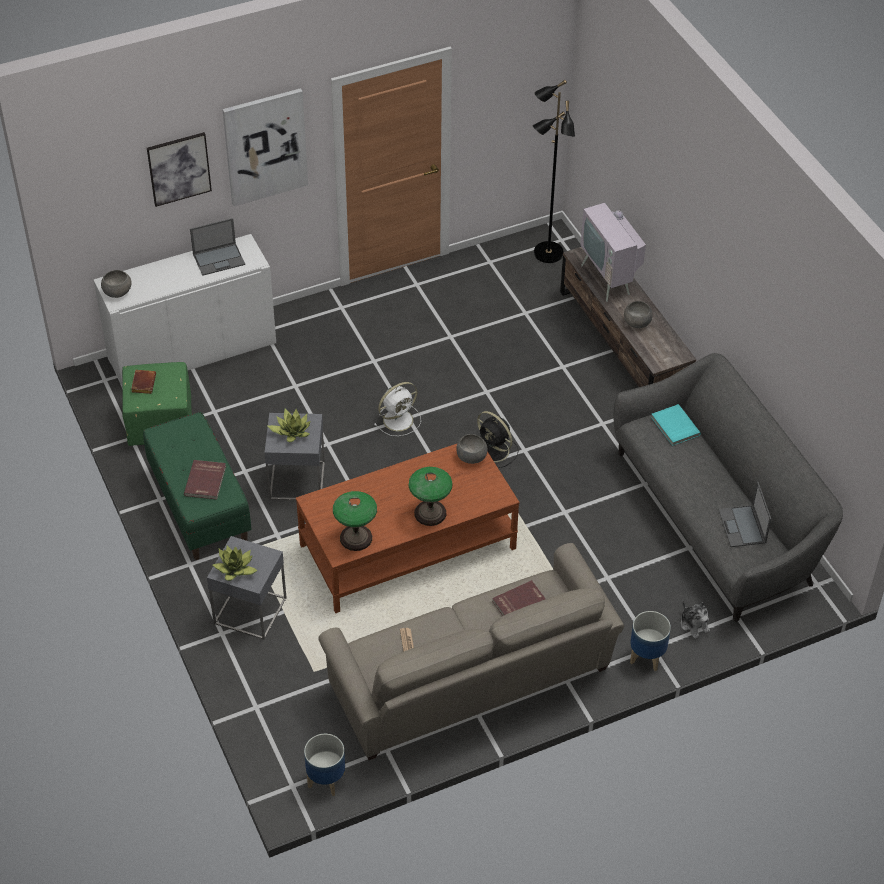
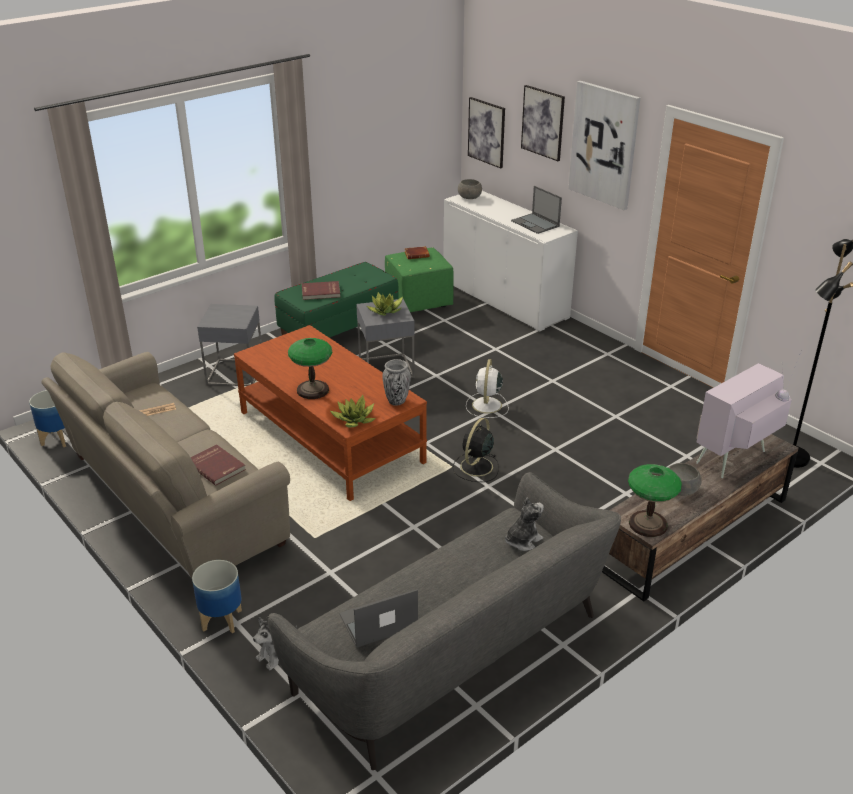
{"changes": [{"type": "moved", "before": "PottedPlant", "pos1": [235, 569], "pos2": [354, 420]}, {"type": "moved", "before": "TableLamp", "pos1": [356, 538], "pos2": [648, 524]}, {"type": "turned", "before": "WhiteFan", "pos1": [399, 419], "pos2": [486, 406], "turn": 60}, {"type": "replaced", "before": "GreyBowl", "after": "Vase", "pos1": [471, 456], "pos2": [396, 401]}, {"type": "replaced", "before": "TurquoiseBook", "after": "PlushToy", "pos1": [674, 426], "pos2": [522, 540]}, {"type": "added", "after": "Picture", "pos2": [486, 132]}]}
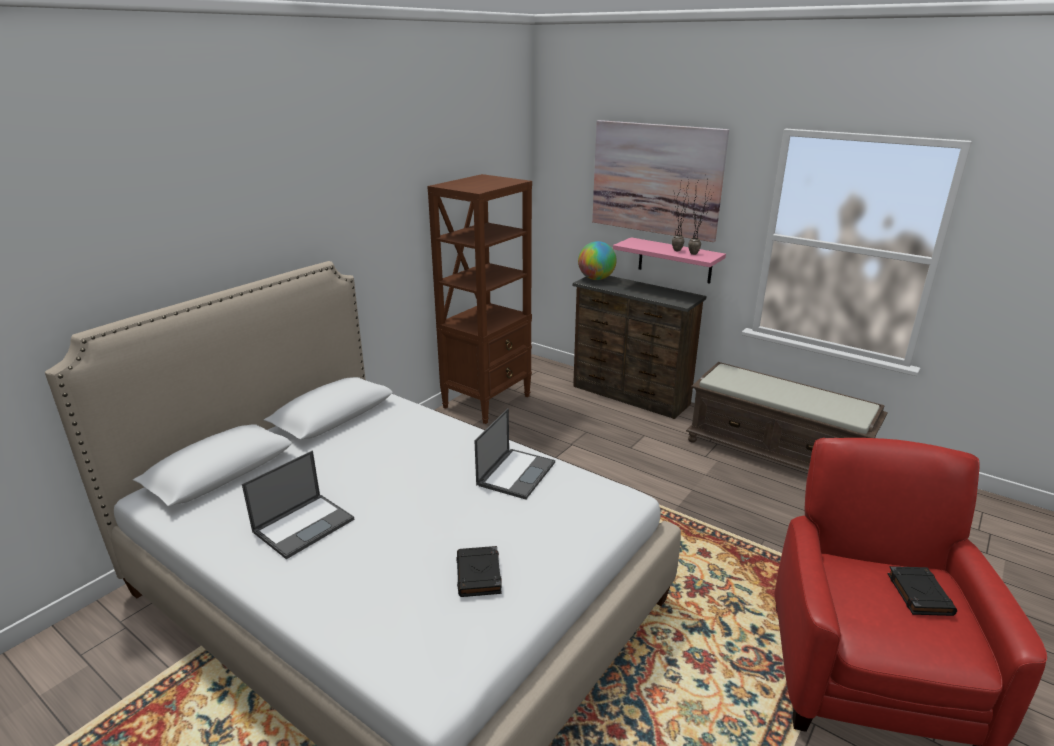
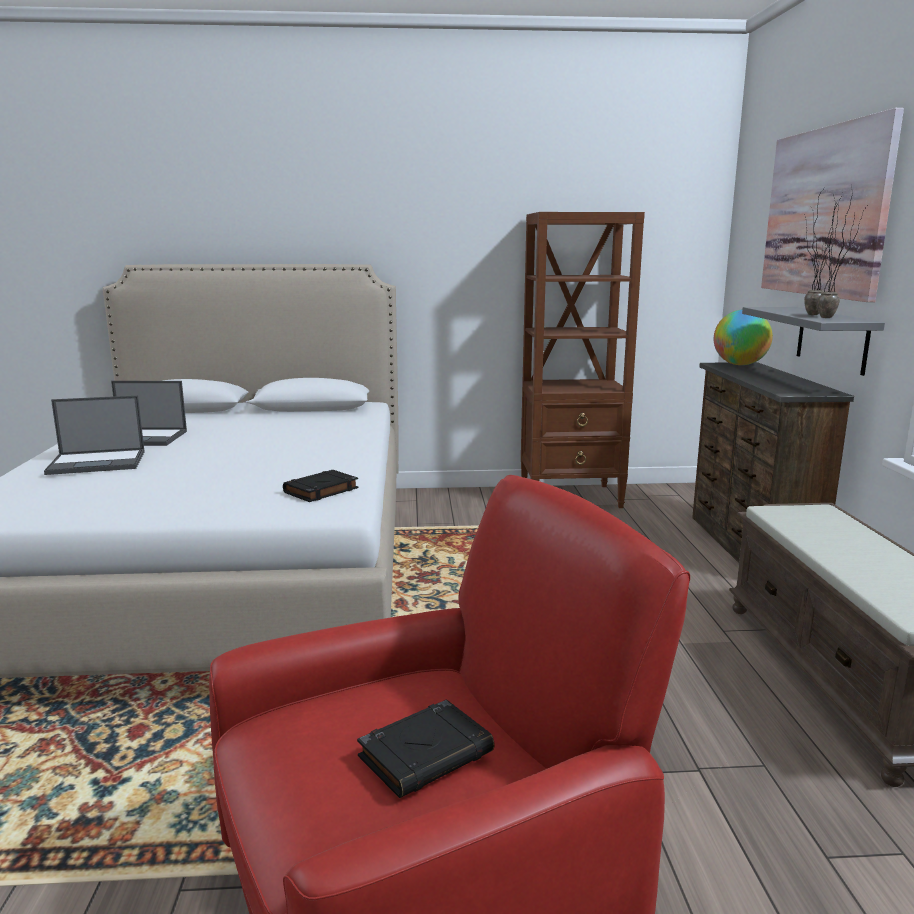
{"changes": [{"type": "moved", "before": "BlackBook", "pos1": [479, 575], "pos2": [320, 491]}, {"type": "moved", "before": "Laptop", "pos1": [516, 473], "pos2": [98, 462]}, {"type": "recoloured", "before": "PinkShelf", "after": "GreyShelf", "pos1": [675, 260], "pos2": [832, 339]}]}
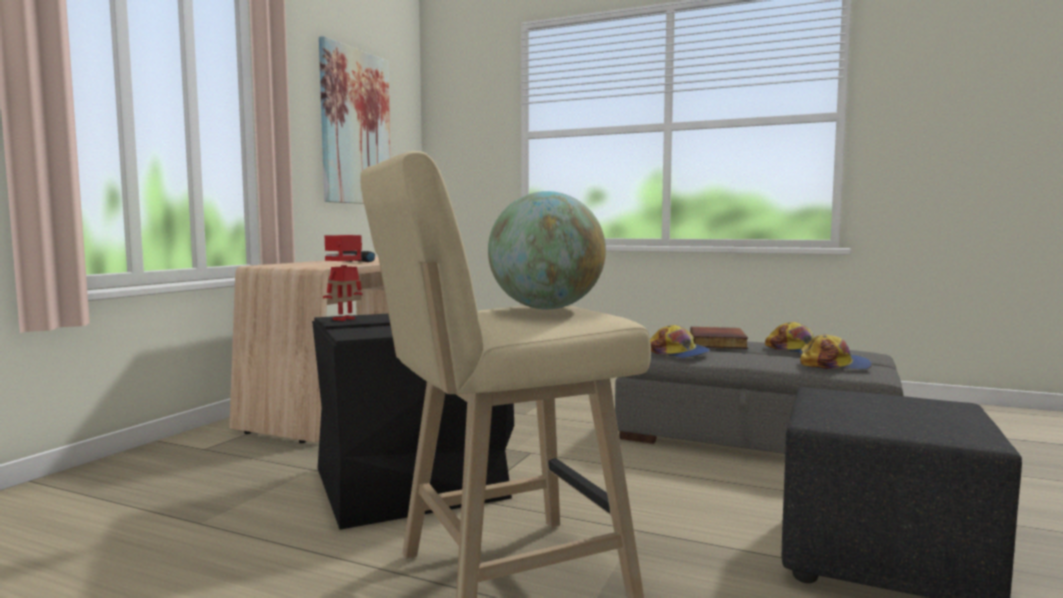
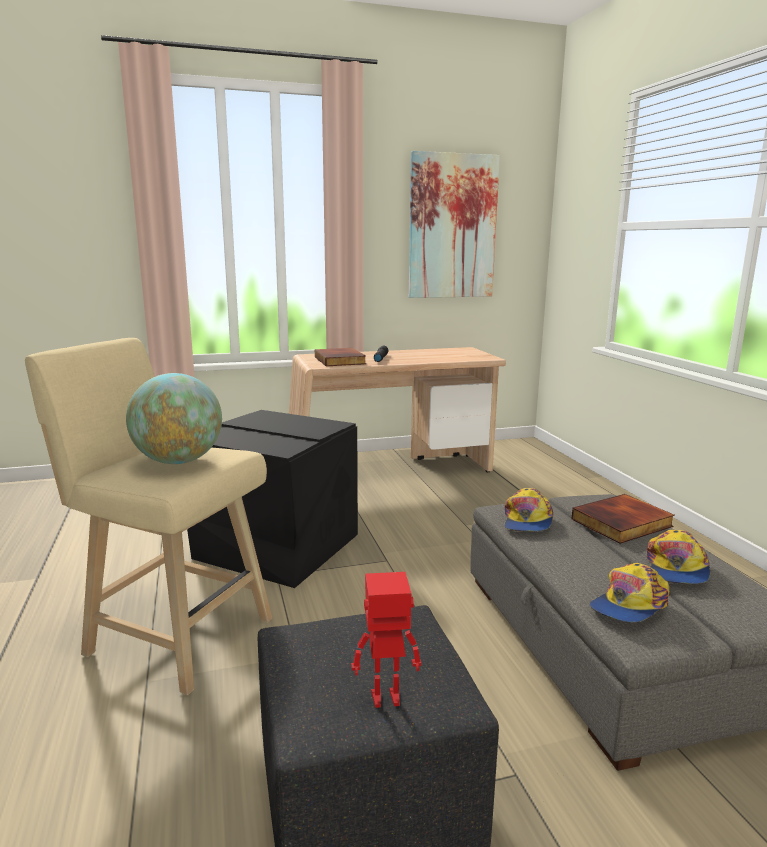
{"changes": [{"type": "moved", "before": "ToyRobot", "pos1": [345, 319], "pos2": [386, 700]}, {"type": "turned", "before": "Cap", "pos1": [834, 364], "pos2": [629, 604], "turn": 75}, {"type": "added", "after": "Book", "pos2": [341, 360]}]}
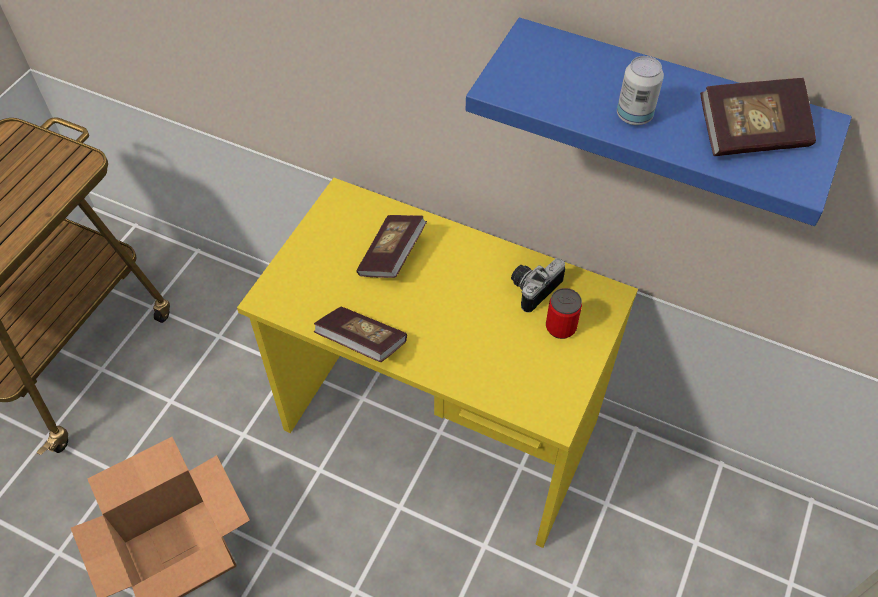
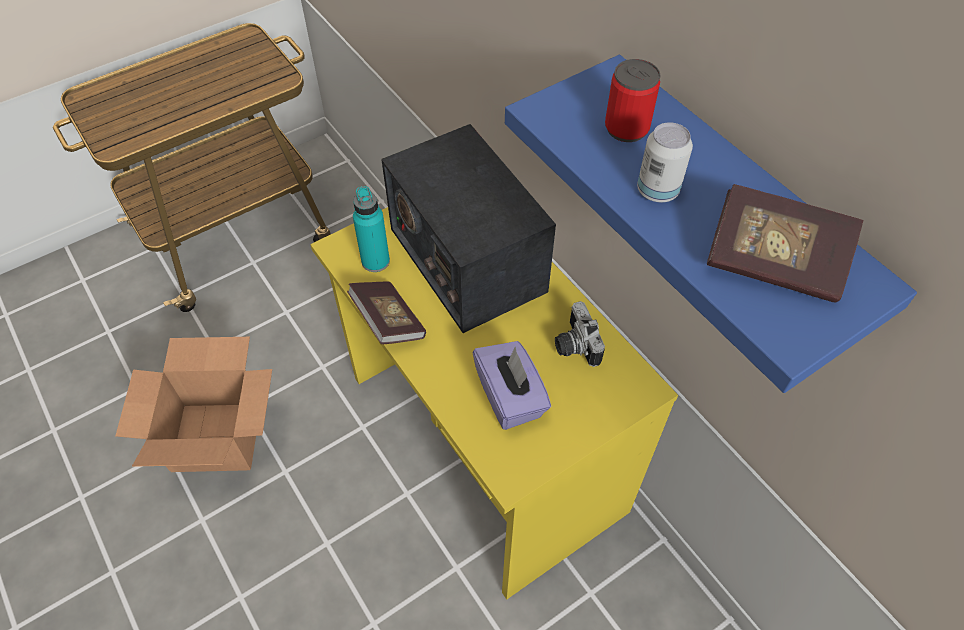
{"changes": [{"type": "replaced", "before": "Book", "after": "Radio", "pos1": [392, 256], "pos2": [466, 259]}, {"type": "turned", "before": "PhotoCamera", "pos1": [532, 287], "pos2": [574, 345], "turn": -90}, {"type": "moved", "before": "Can", "pos1": [560, 327], "pos2": [626, 128]}, {"type": "added", "after": "TurquoiseBottle", "pos2": [375, 261]}, {"type": "added", "after": "PurpleTissueBox", "pos2": [510, 397]}]}
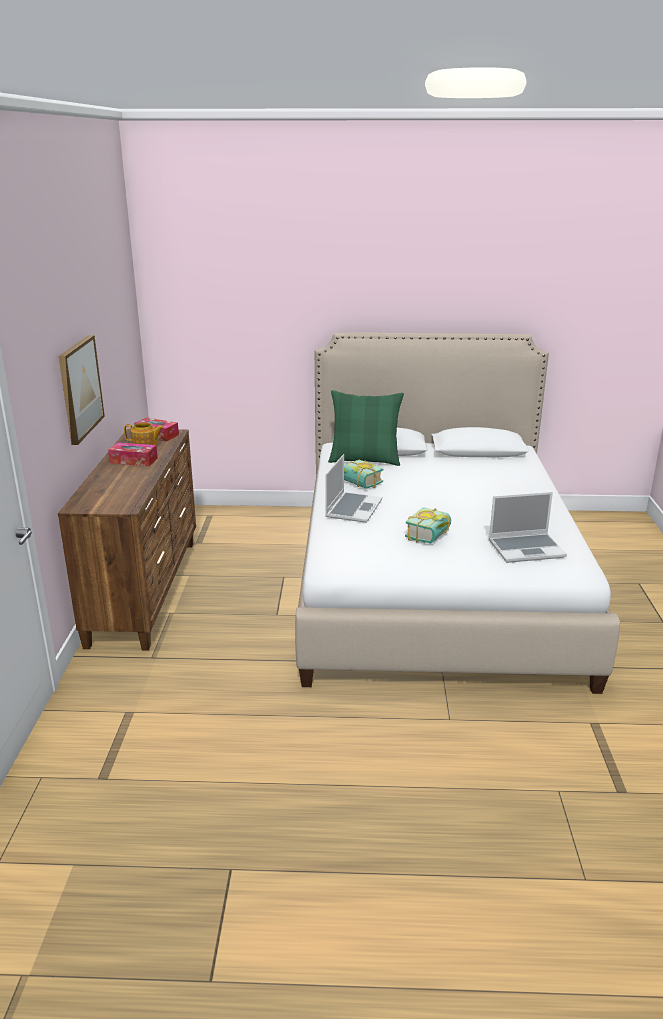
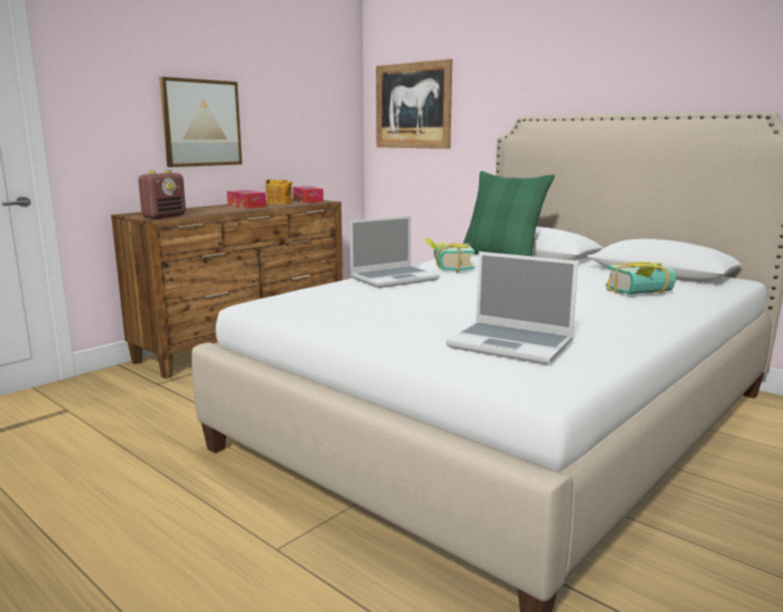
{"changes": [{"type": "moved", "before": "Book", "pos1": [432, 536], "pos2": [642, 293]}, {"type": "added", "after": "Radio", "pos2": [164, 216]}, {"type": "added", "after": "Picture", "pos2": [413, 106]}]}
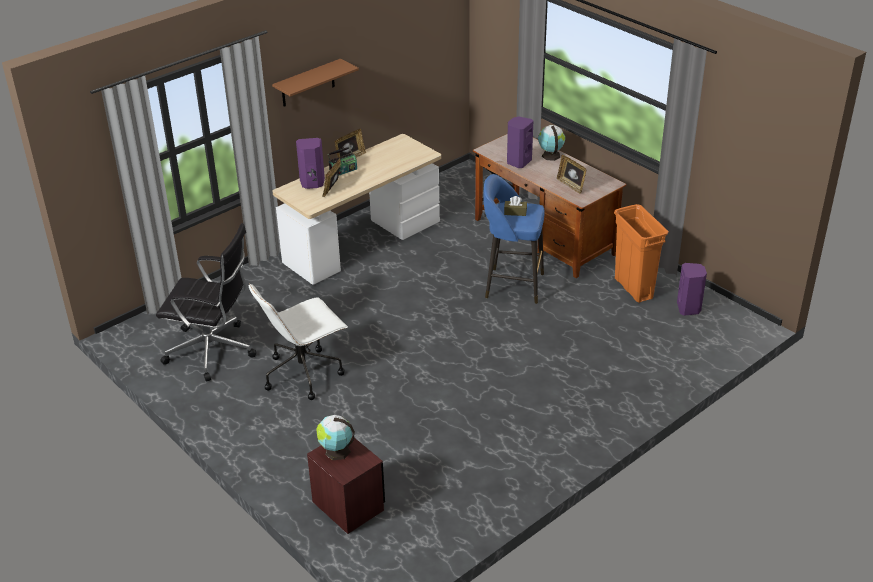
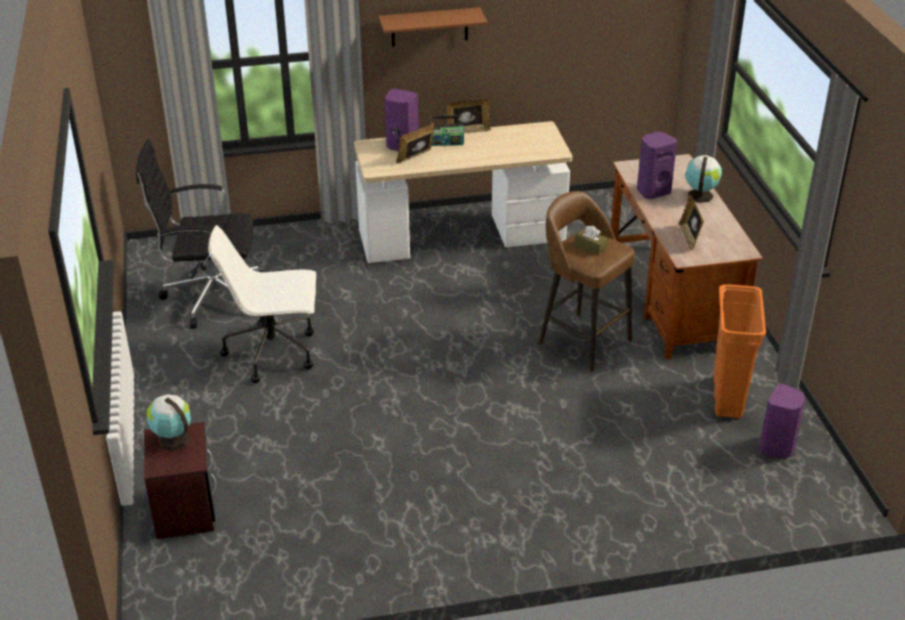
{"changes": [{"type": "turned", "before": "BlackOfficeChair", "pos1": [213, 351], "pos2": [211, 296], "turn": 135}, {"type": "recoloured", "before": "BlueStool", "after": "BrownStool", "pos1": [512, 285], "pos2": [582, 340]}]}
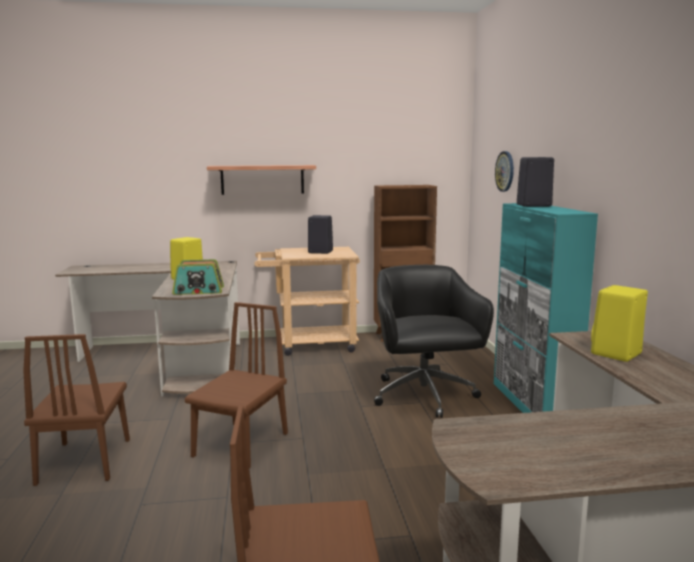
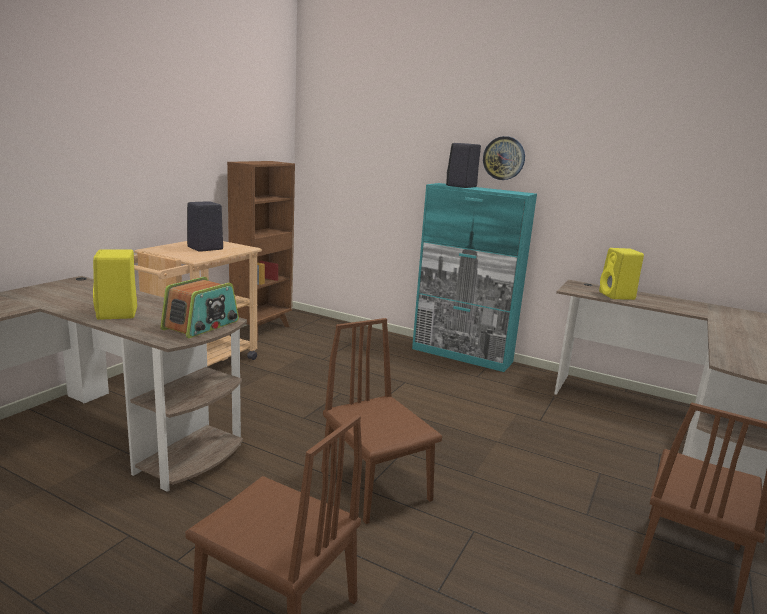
{"changes": [{"type": "removed", "before": "Shelf", "pos1": [262, 179]}, {"type": "removed", "before": "BlackOfficeChair", "pos1": [424, 396]}, {"type": "moved", "before": "WallClock", "pos1": [505, 171], "pos2": [504, 158]}]}
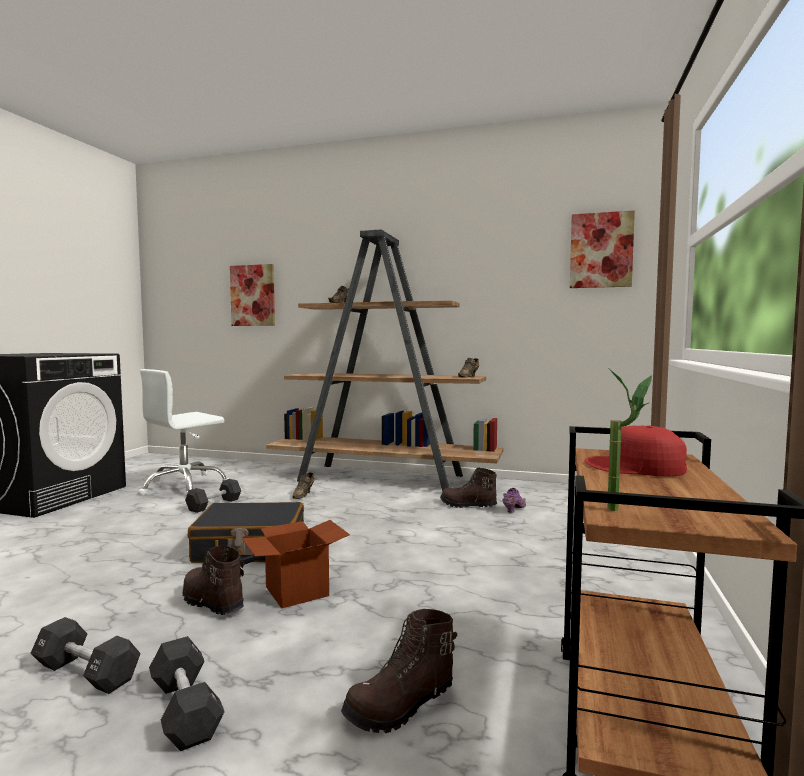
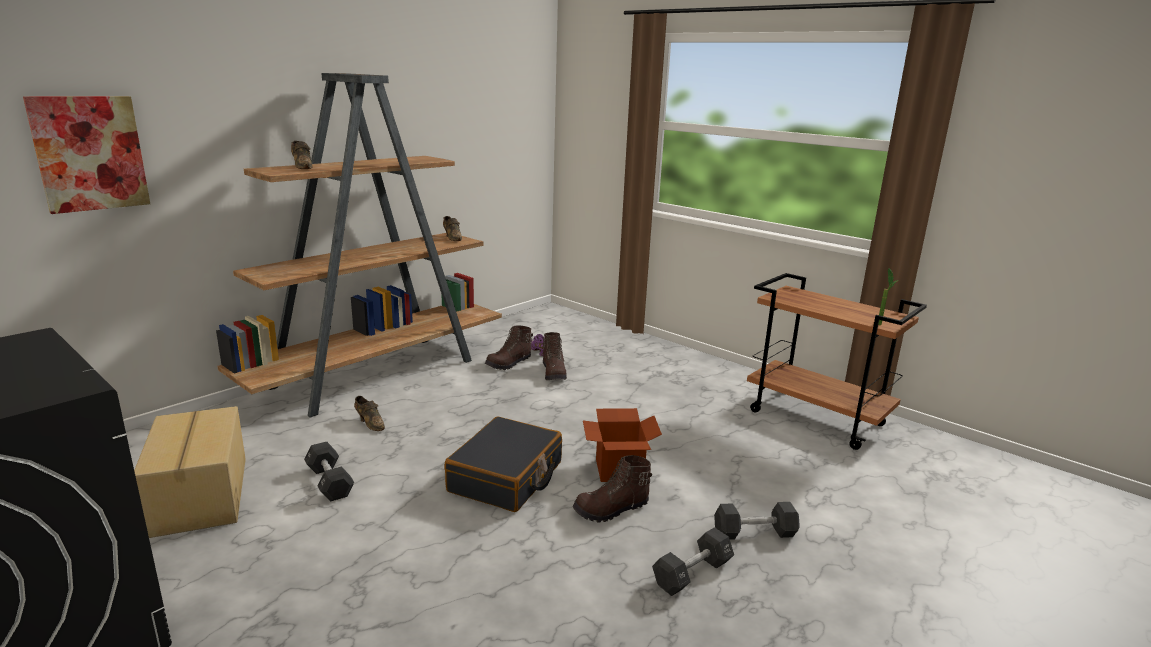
{"changes": [{"type": "replaced", "before": "WhiteOfficeChair", "after": "CardboardBox", "pos1": [184, 486], "pos2": [198, 496]}, {"type": "moved", "before": "BrownBoot", "pos1": [402, 705], "pos2": [554, 373]}, {"type": "removed", "before": "Picture", "pos1": [601, 250]}, {"type": "removed", "before": "RedCap", "pos1": [635, 467]}]}
